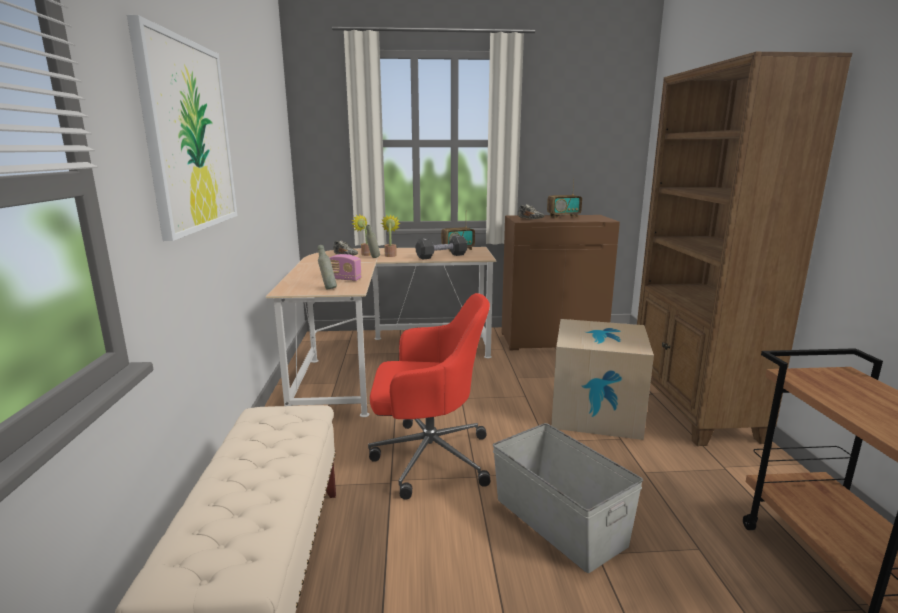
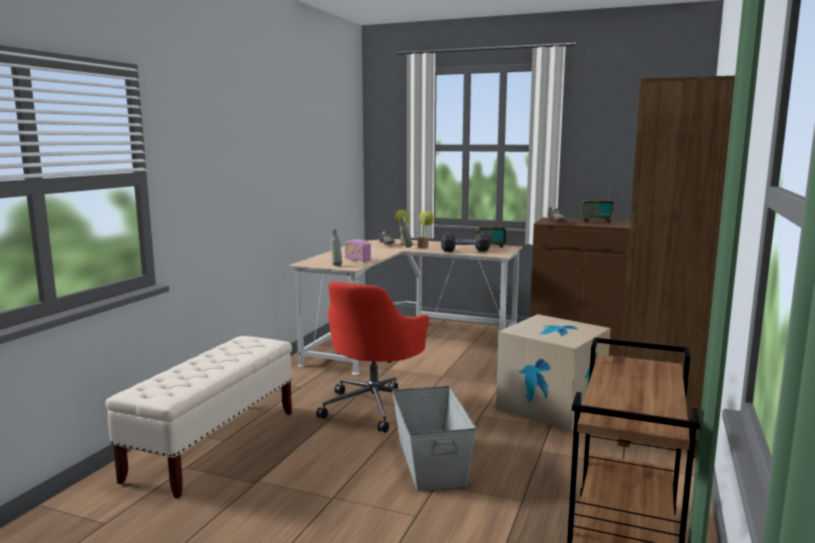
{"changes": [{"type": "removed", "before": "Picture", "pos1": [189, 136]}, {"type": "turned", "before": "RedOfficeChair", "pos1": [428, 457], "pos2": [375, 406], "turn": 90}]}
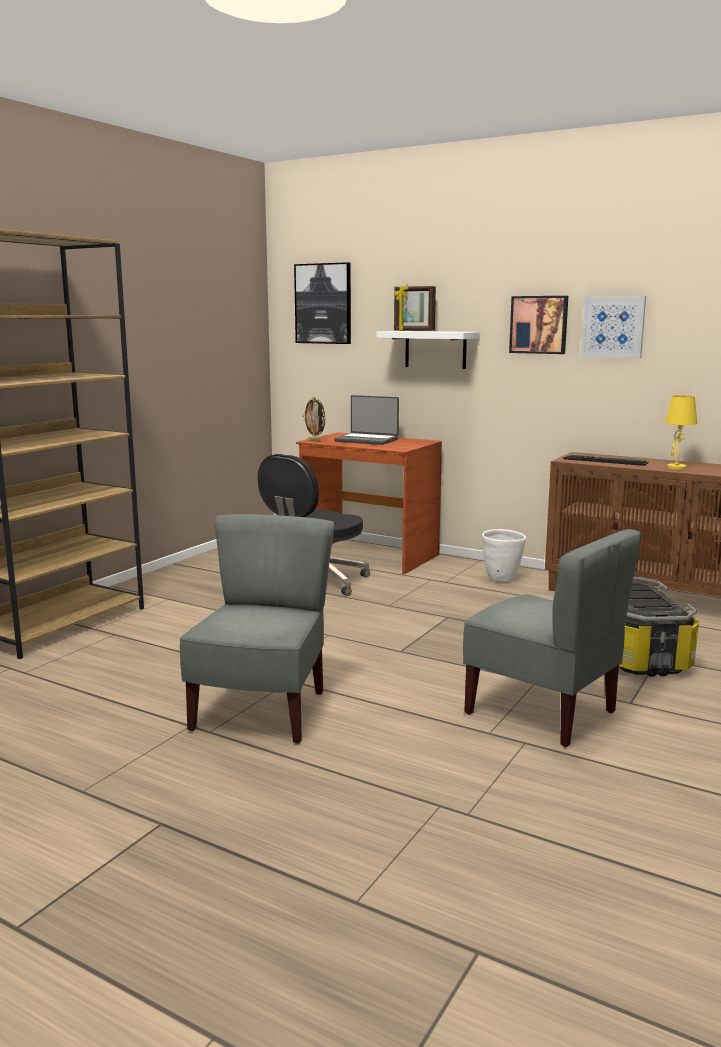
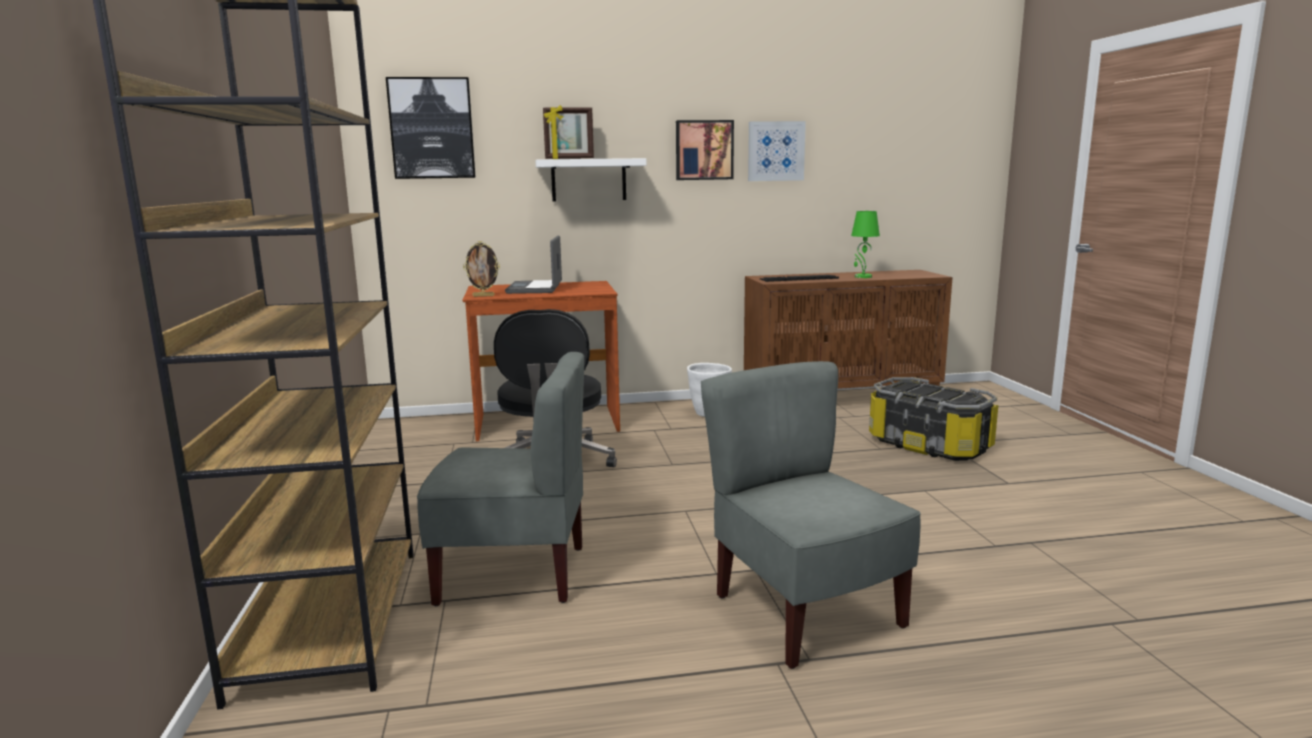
{"changes": [{"type": "turned", "before": "Laptop", "pos1": [367, 440], "pos2": [536, 288], "turn": 105}, {"type": "moved", "before": "GreyChair", "pos1": [542, 712], "pos2": [514, 573]}, {"type": "recoloured", "before": "YellowTableLamp", "after": "GreenTableLamp", "pos1": [676, 467], "pos2": [862, 277]}]}
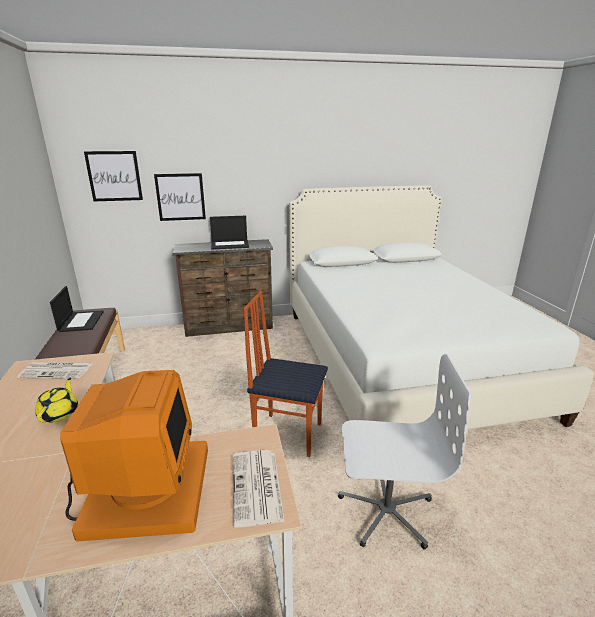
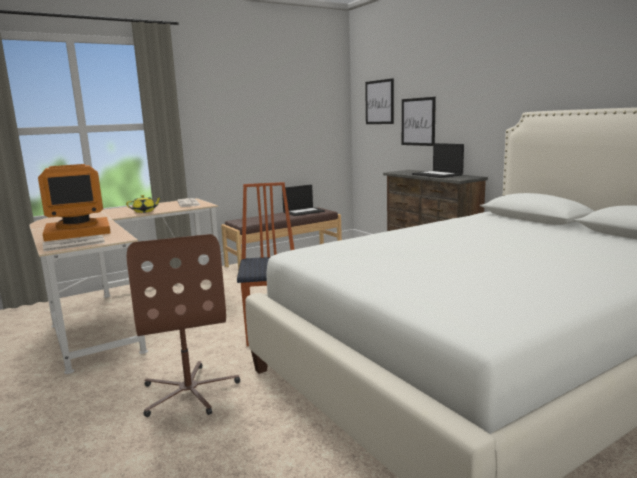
{"changes": [{"type": "recoloured", "before": "WhiteOfficeChair", "after": "BrownOfficeChair", "pos1": [386, 510], "pos2": [190, 391]}]}
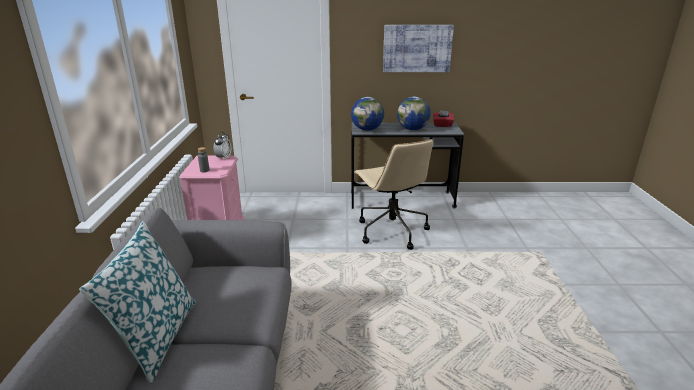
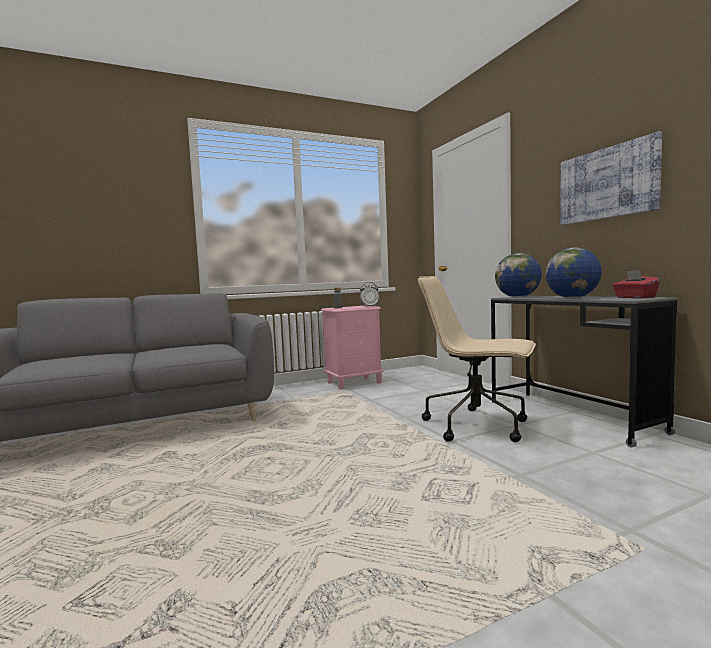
{"changes": [{"type": "removed", "before": "Pillow", "pos1": [156, 338]}, {"type": "turned", "before": "BeigeOfficeChair", "pos1": [391, 231], "pos2": [477, 426], "turn": 75}]}
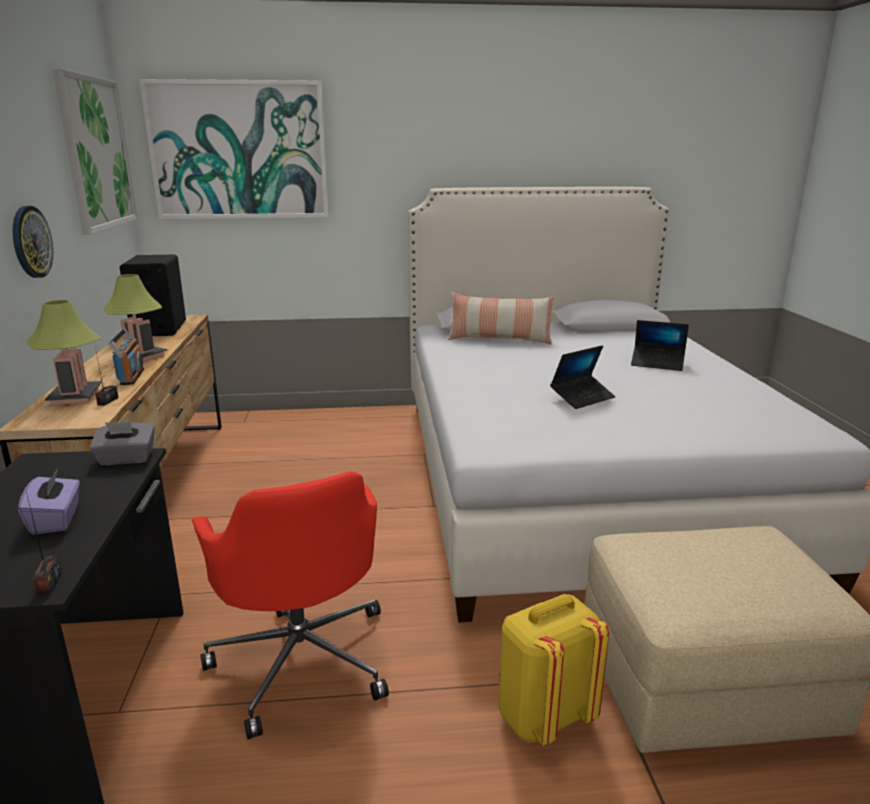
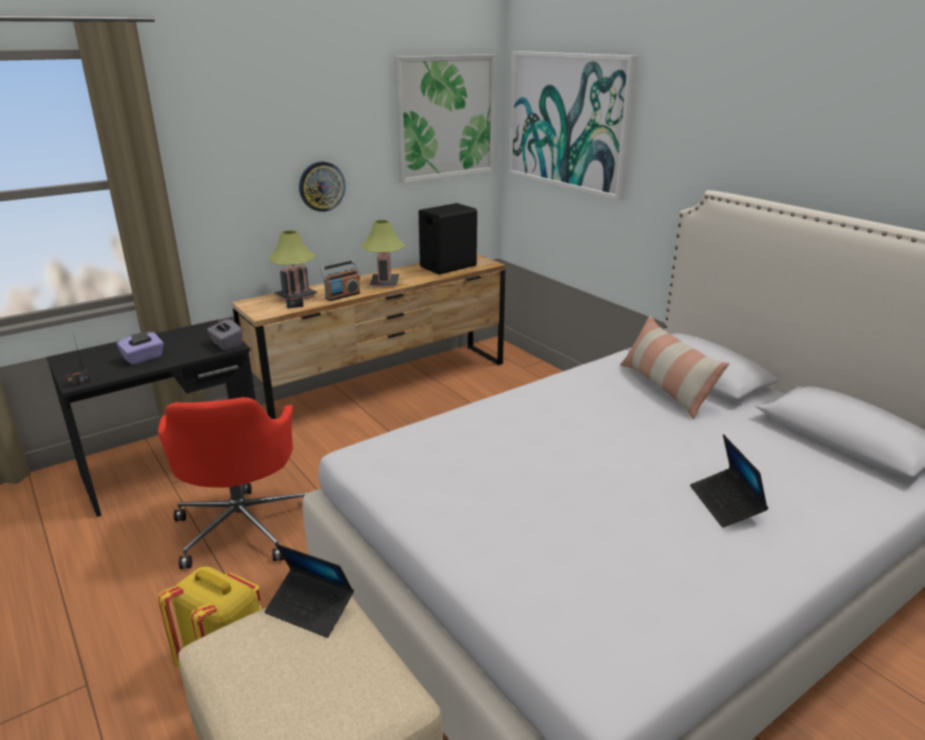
{"changes": [{"type": "turned", "before": "RedOfficeChair", "pos1": [302, 658], "pos2": [243, 525], "turn": -45}, {"type": "moved", "before": "Laptop", "pos1": [582, 398], "pos2": [310, 608]}]}
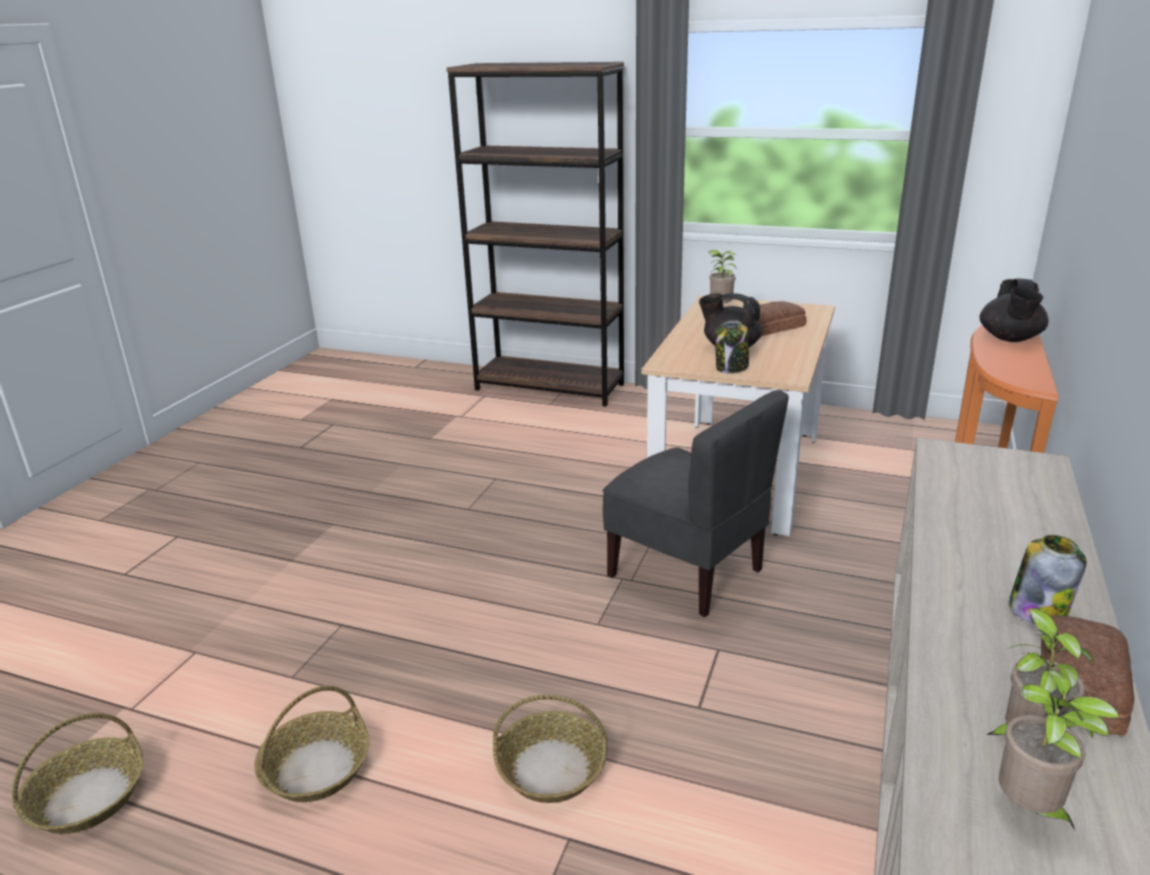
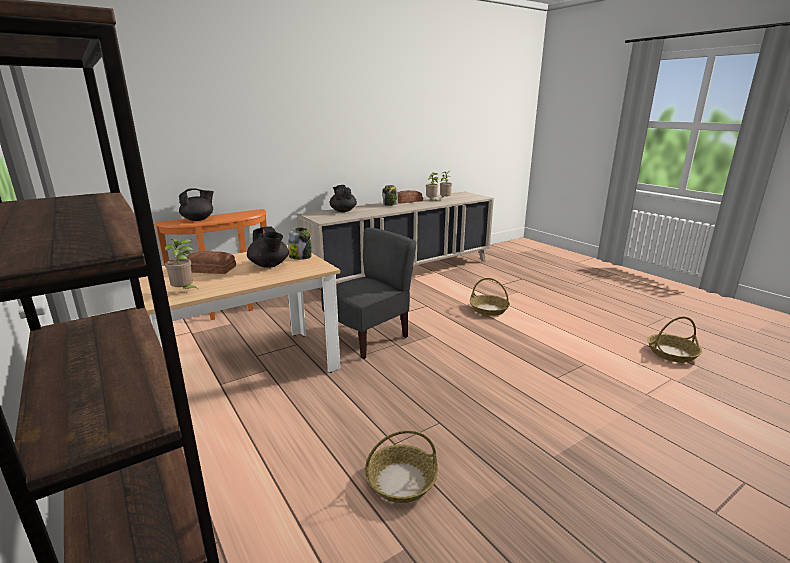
{"changes": [{"type": "moved", "before": "Basket", "pos1": [316, 767], "pos2": [400, 481]}, {"type": "turned", "before": "GreyChair", "pos1": [687, 572], "pos2": [368, 337], "turn": 60}, {"type": "added", "after": "BlackTeapot", "pos2": [343, 211]}]}
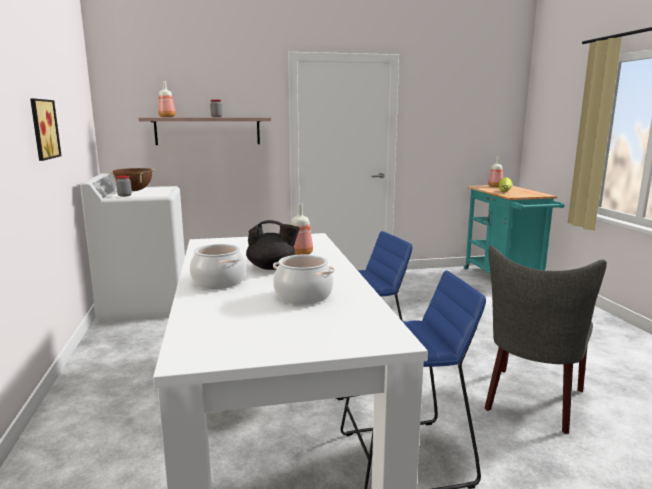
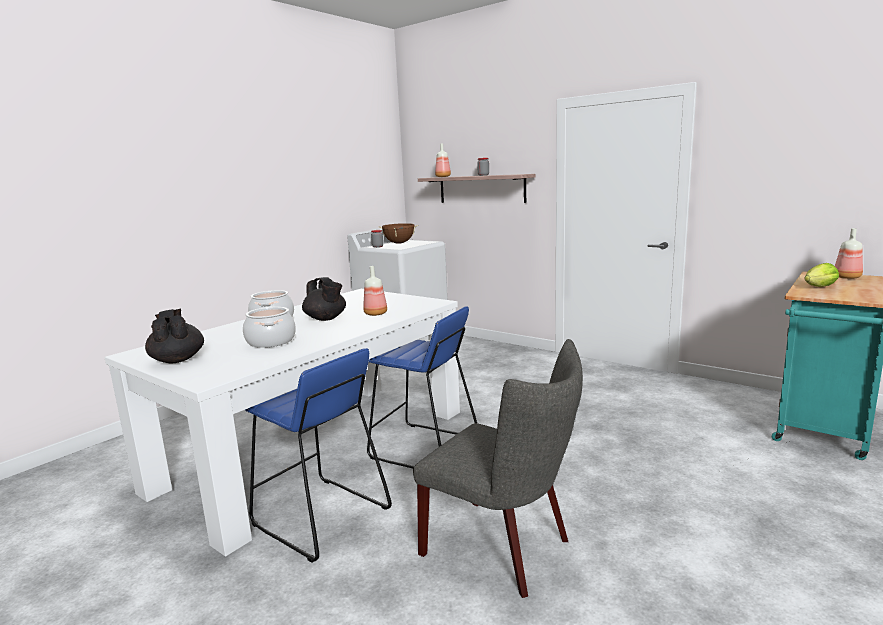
{"changes": [{"type": "removed", "before": "Picture", "pos1": [42, 129]}, {"type": "turned", "before": "GreyChair", "pos1": [532, 402], "pos2": [504, 549], "turn": -135}, {"type": "added", "after": "BlackTeapot", "pos2": [177, 359]}]}
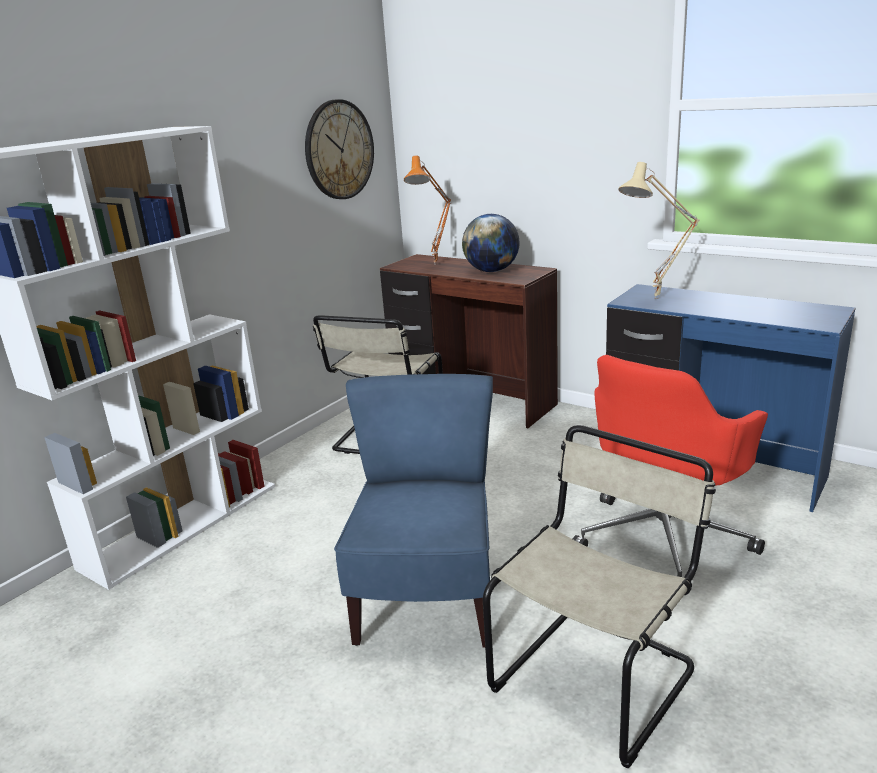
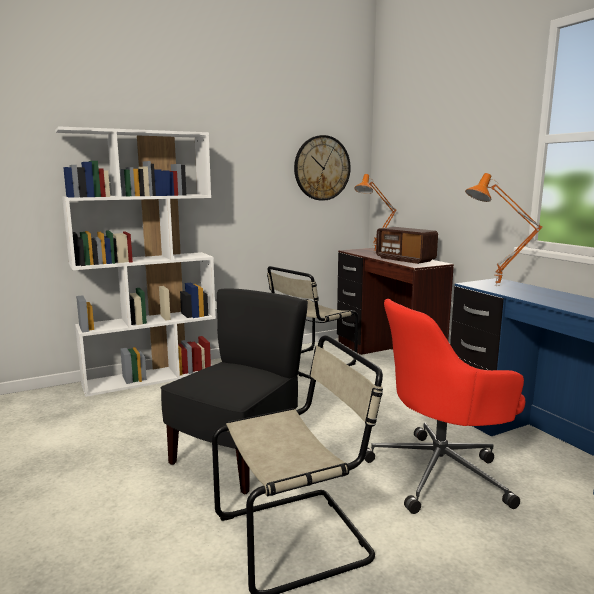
{"changes": [{"type": "recoloured", "before": "BlueChair", "after": "BlackChair", "pos1": [428, 602], "pos2": [237, 456]}, {"type": "replaced", "before": "Globe", "after": "Radio", "pos1": [492, 271], "pos2": [405, 259]}, {"type": "recoloured", "before": "BeigeTableLamp", "after": "OrangeTableLamp", "pos1": [658, 299], "pos2": [497, 286]}]}
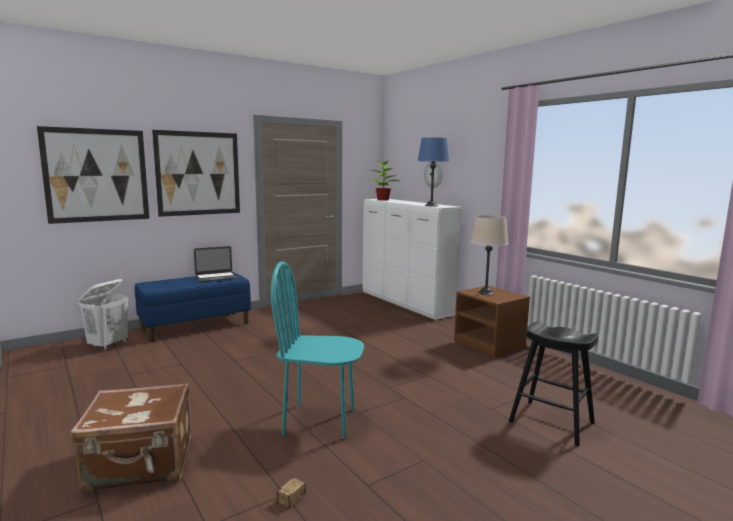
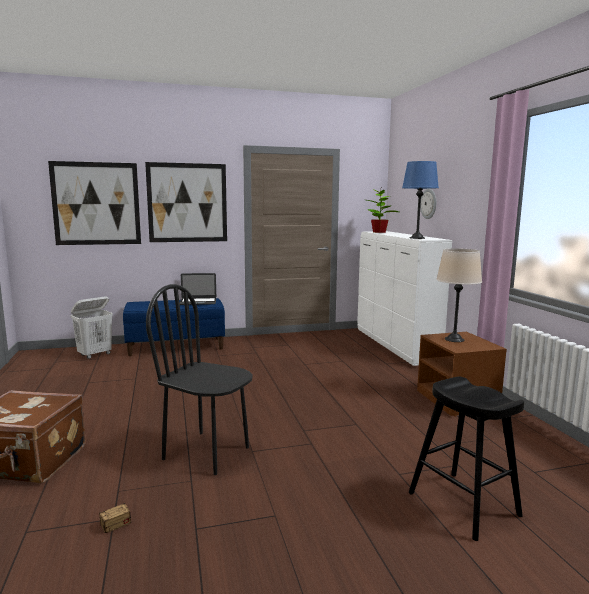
{"changes": [{"type": "recoloured", "before": "TurquoiseChair", "after": "BlackChair", "pos1": [320, 421], "pos2": [207, 452]}]}
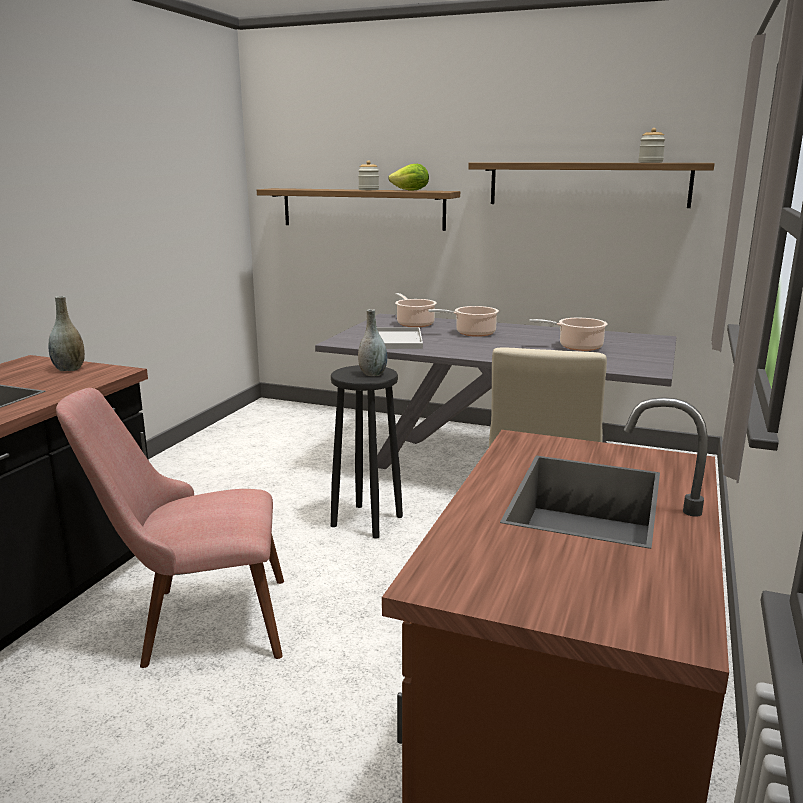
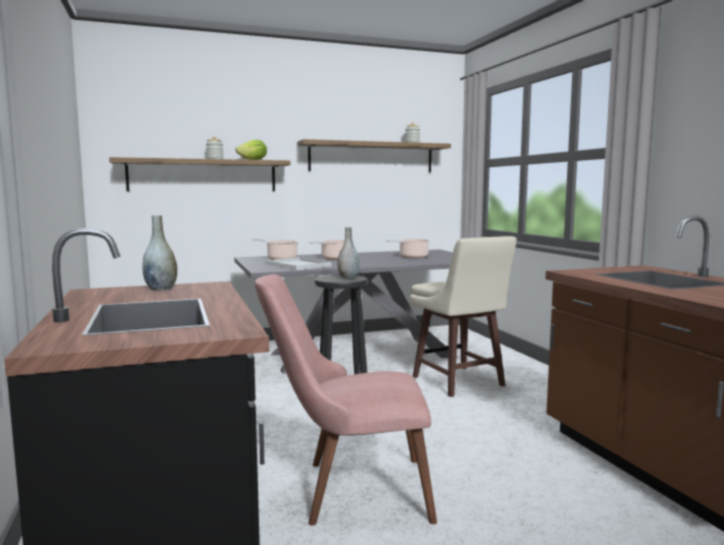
{"changes": [{"type": "turned", "before": "PinkChair", "pos1": [194, 623], "pos2": [348, 491], "turn": 45}]}
